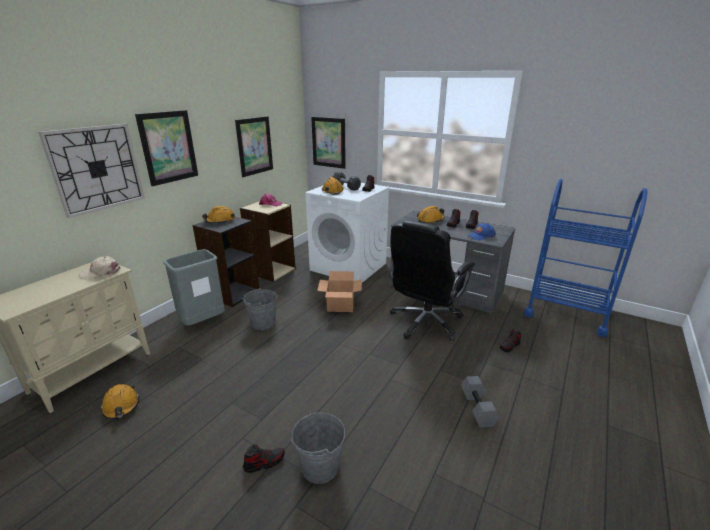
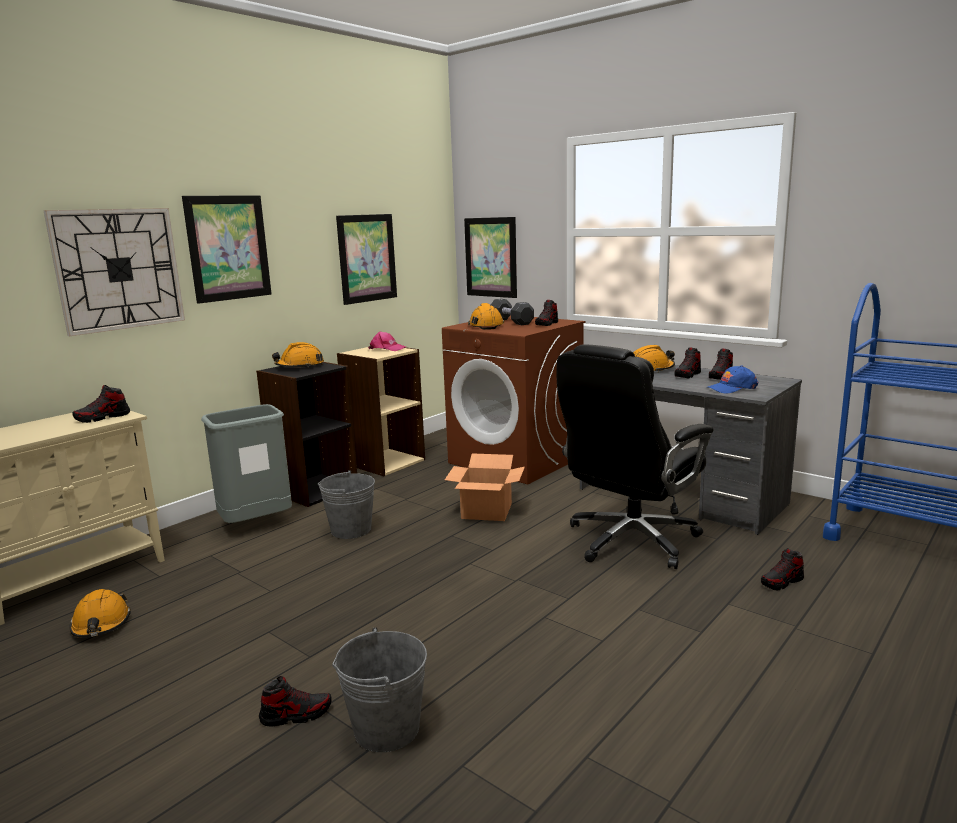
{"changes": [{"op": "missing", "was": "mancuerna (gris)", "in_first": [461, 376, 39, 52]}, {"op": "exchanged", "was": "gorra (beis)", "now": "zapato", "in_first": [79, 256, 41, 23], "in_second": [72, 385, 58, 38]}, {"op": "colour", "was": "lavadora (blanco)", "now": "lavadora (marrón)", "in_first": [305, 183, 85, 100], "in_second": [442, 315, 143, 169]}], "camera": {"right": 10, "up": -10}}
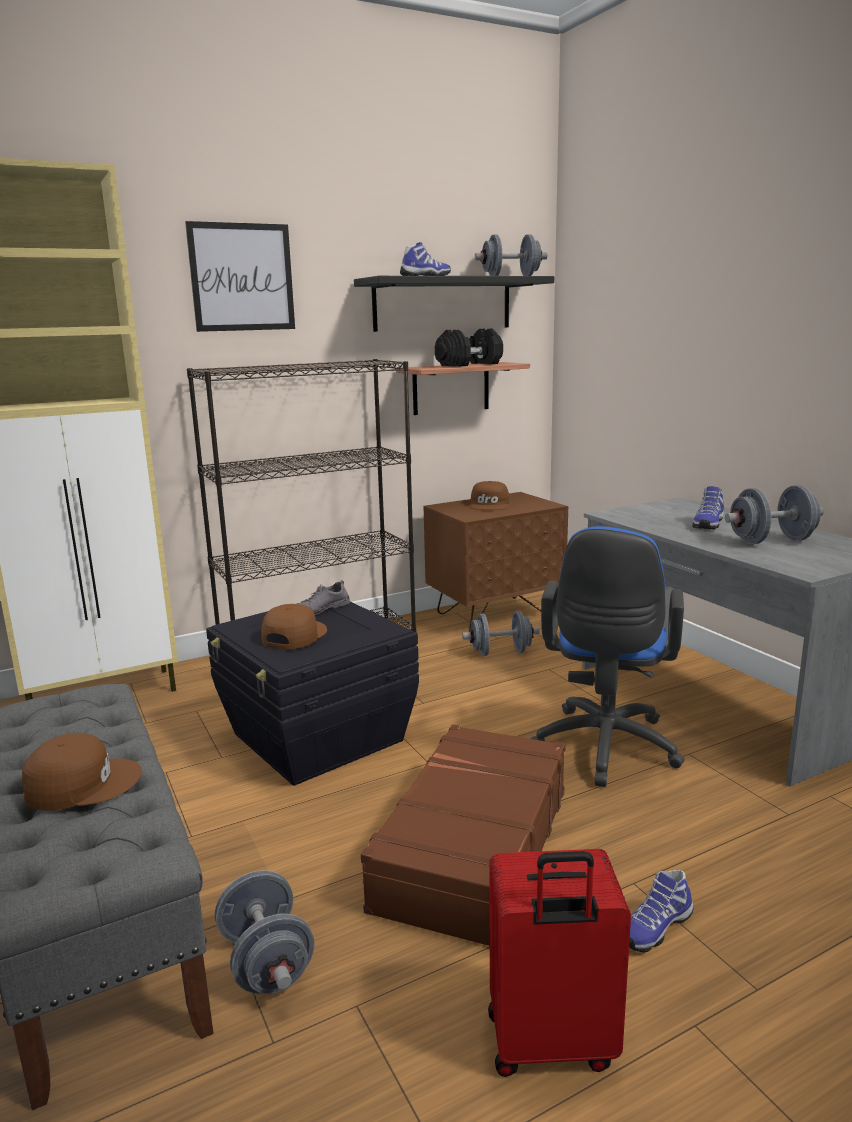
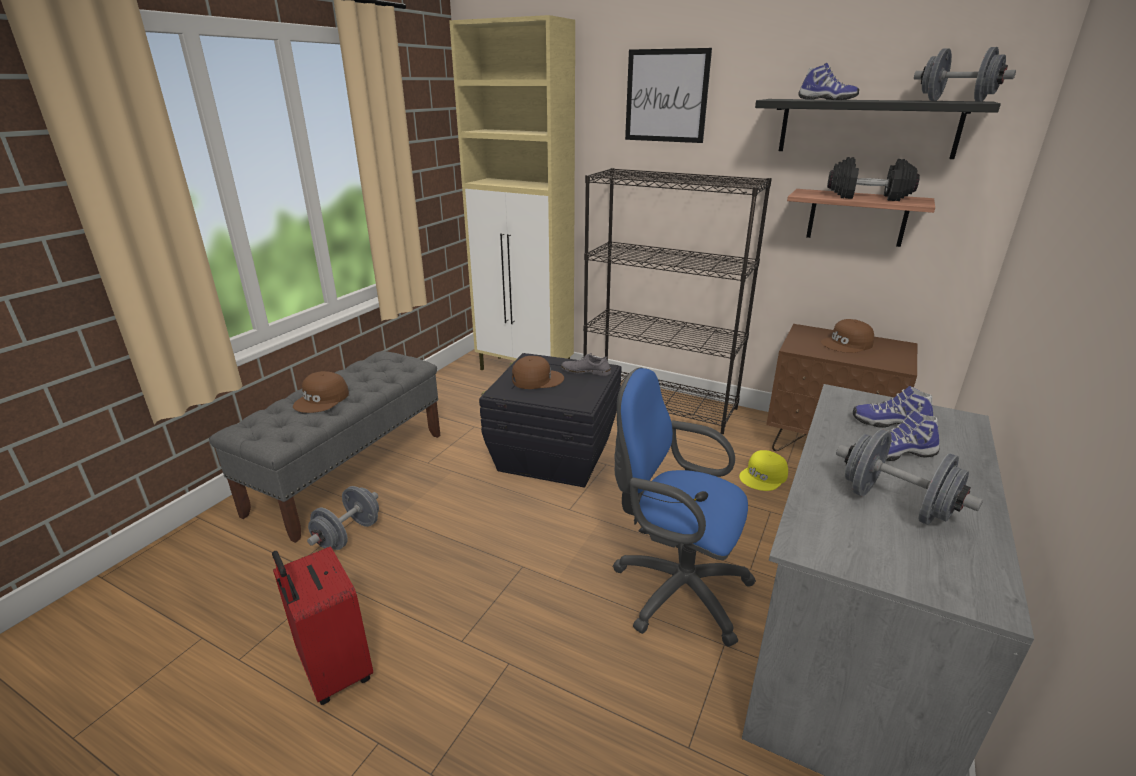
{"changes": [{"op": "missing", "was": "maleta (marrón)", "in_first": [361, 724, 205, 222]}, {"op": "relocated", "was": "zapato", "in_first": [629, 870, 64, 83], "in_second": [853, 386, 81, 42]}, {"op": "exchanged", "was": "mancuerna (gris)", "now": "gorra (amarillo)", "in_first": [462, 611, 78, 45], "in_second": [739, 450, 49, 41]}, {"op": "spun", "was": "gorra (marrón)", "in_first": [22, 733, 120, 78], "in_second": [293, 371, 56, 42], "clockwise": 75}, {"op": "spun", "was": "silla de oficina (azul)", "in_first": [530, 526, 155, 261], "in_second": [613, 367, 143, 280], "clockwise": 45}], "camera": {"right": 55, "up": 10}}
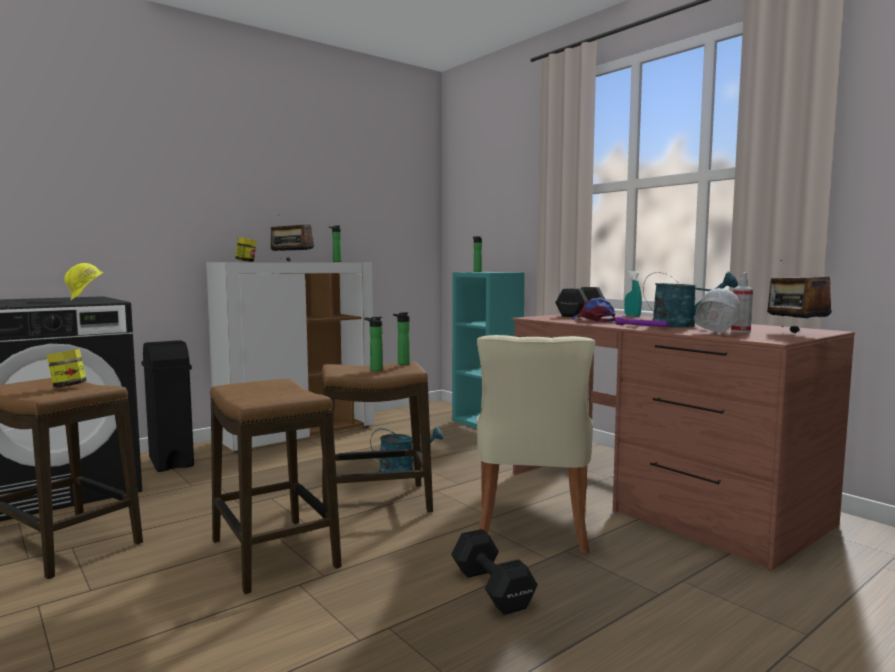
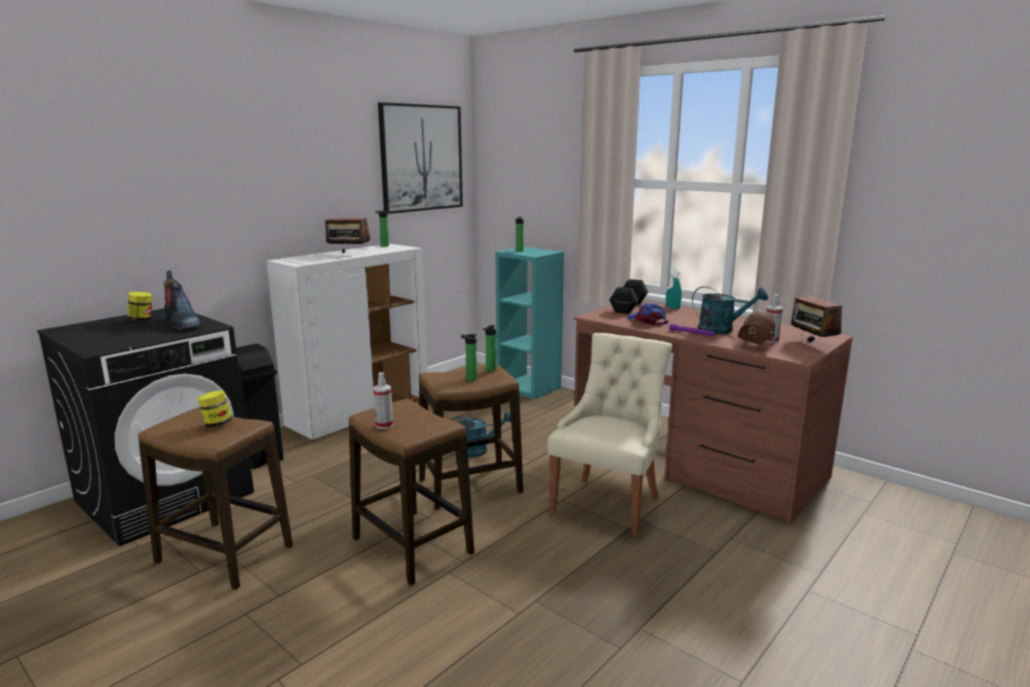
{"changes": [{"op": "missing", "was": "mancuerna (negro)", "in_first": [451, 529, 87, 86]}, {"op": "appeared", "now": "pulverizador", "in_second": [373, 372, 20, 57]}, {"op": "appeared", "now": "cuadro", "in_second": [378, 102, 85, 112]}, {"op": "relocated", "was": "tarro", "in_first": [235, 237, 22, 25], "in_second": [128, 291, 24, 30]}, {"op": "exchanged", "was": "casco (amarillo)", "now": "bota", "in_first": [64, 263, 40, 38], "in_second": [164, 271, 37, 59]}, {"op": "colour", "was": "casco (blanco)", "now": "casco (marrón)", "in_first": [694, 288, 46, 45], "in_second": [738, 312, 37, 33]}, {"op": "spun", "was": "silla (beis)", "in_first": [477, 335, 119, 219], "in_second": [548, 333, 124, 204], "clockwise": -150}], "camera": {"right": -10, "up": 10}}
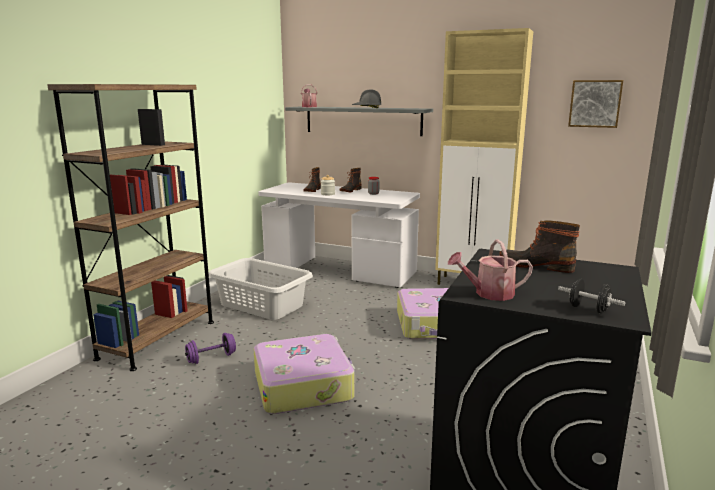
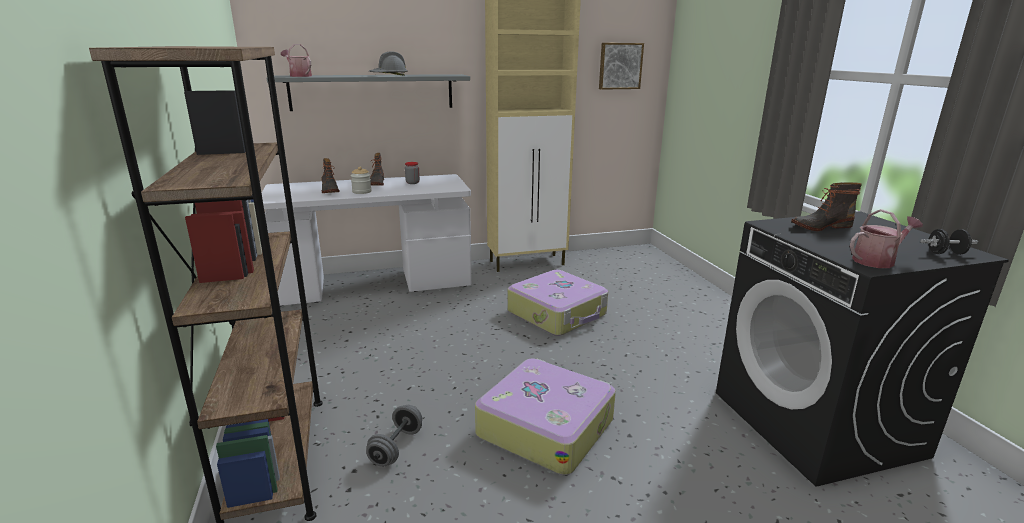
{"changes": [{"op": "missing", "was": "cesto de la ropa (gris)", "in_first": [209, 258, 104, 62]}, {"op": "colour", "was": "mancuerna (morado)", "now": "mancuerna (gris)", "in_first": [185, 333, 51, 31], "in_second": [366, 405, 56, 62]}, {"op": "spun", "was": "regadera", "in_first": [448, 239, 85, 62], "in_second": [850, 209, 73, 59], "clockwise": -150}], "camera": {"right": -40, "up": 5}}
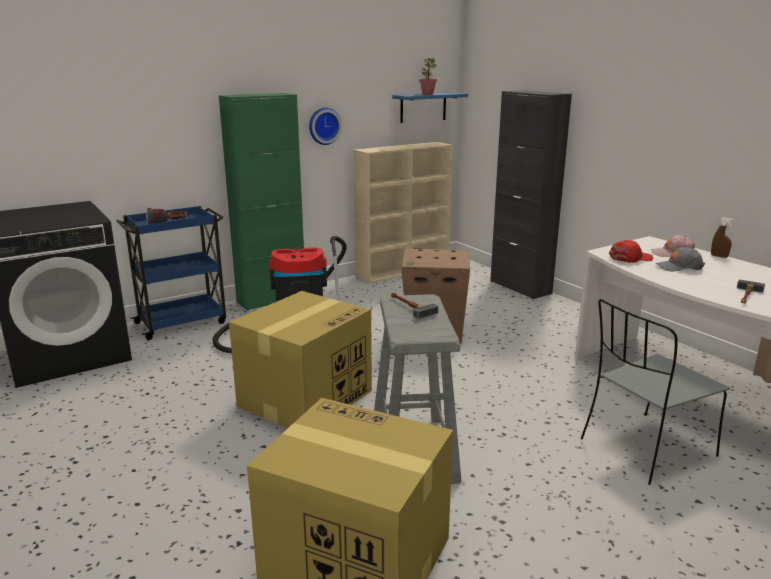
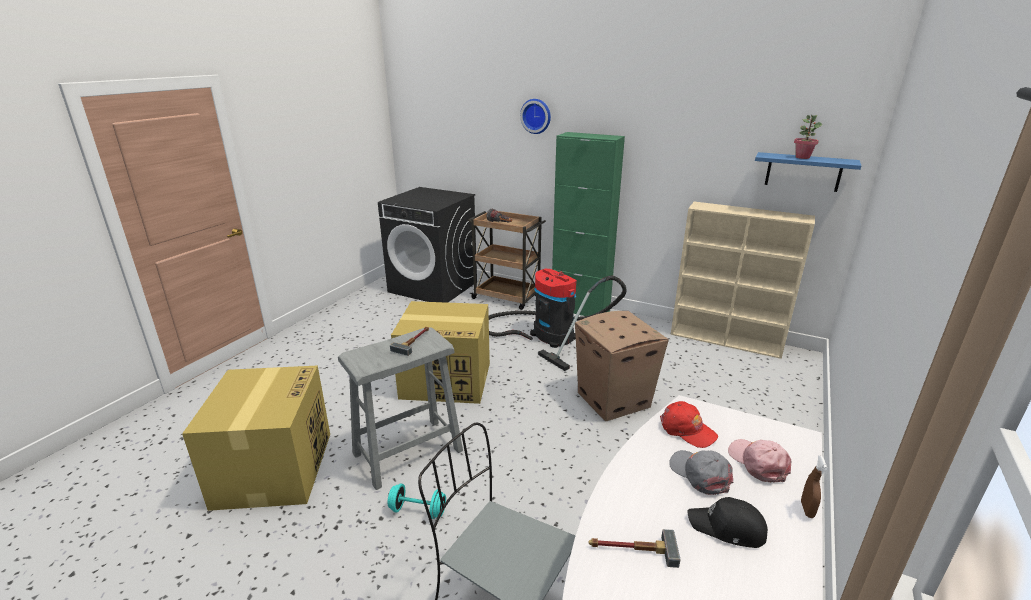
{"changes": [{"op": "missing", "was": "armario (negro)", "in_first": [490, 90, 82, 209]}, {"op": "appeared", "now": "mancuerna (turquesa)", "in_second": [387, 484, 59, 35]}, {"op": "appeared", "now": "gorra (negro)", "in_second": [687, 497, 81, 51]}, {"op": "relocated", "was": "reloj de pared", "in_first": [309, 107, 33, 38], "in_second": [520, 99, 31, 35]}, {"op": "colour", "was": "carrito (azul)", "now": "carrito (marrón)", "in_first": [116, 206, 110, 134], "in_second": [468, 211, 78, 99]}], "camera": {"right": 60, "up": 5}}
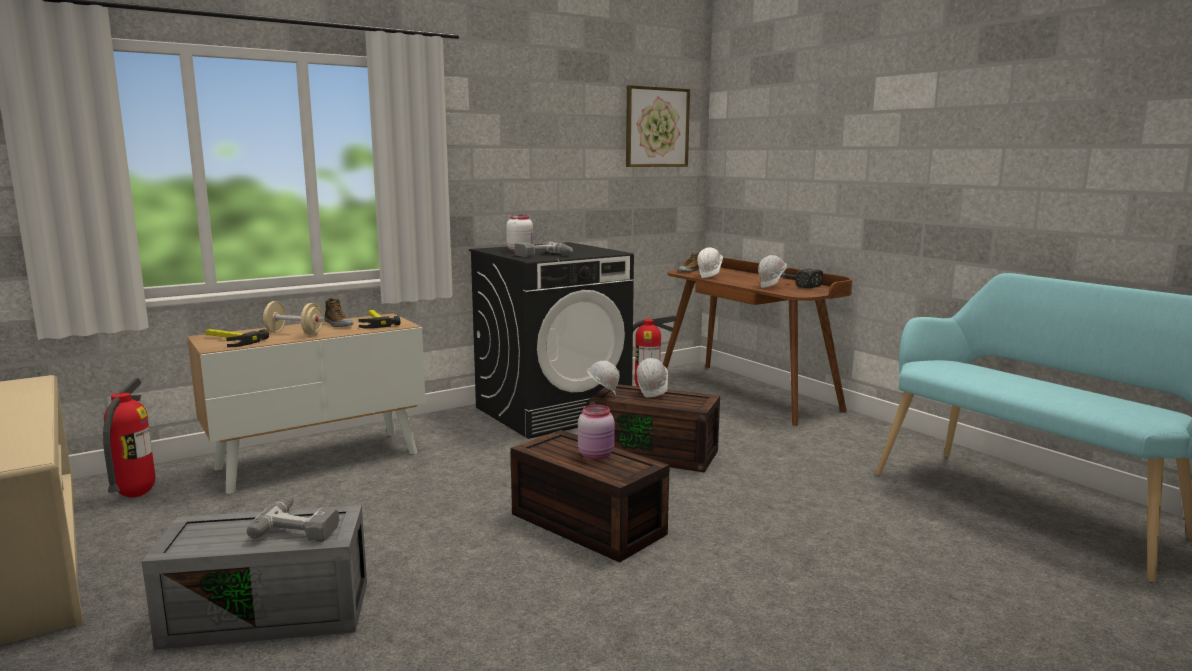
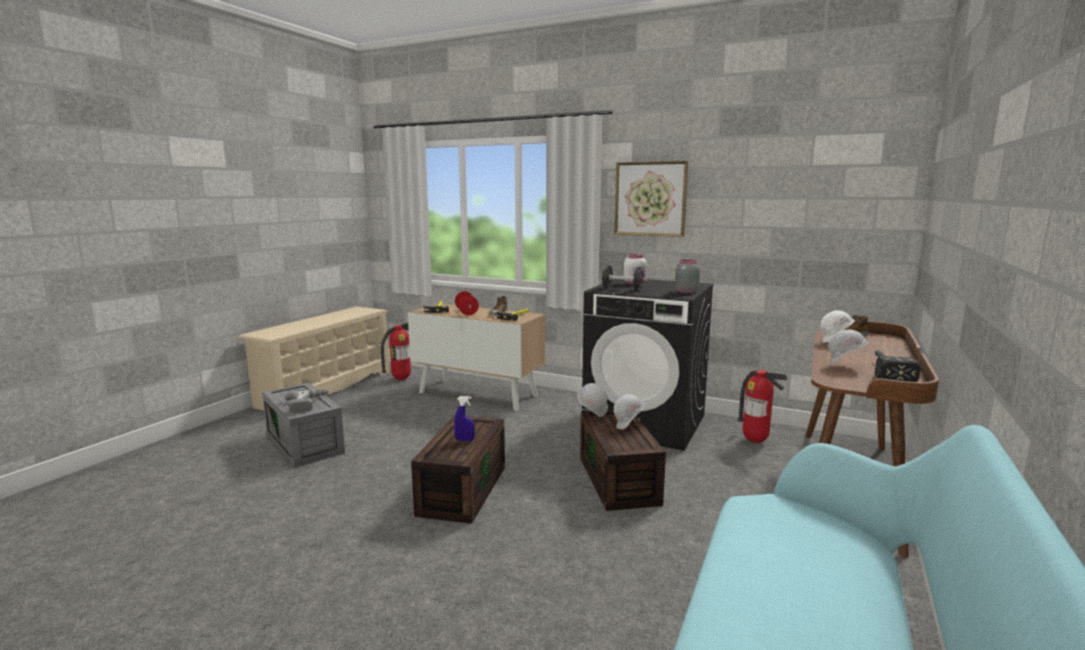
{"changes": [{"op": "appeared", "now": "tarro (gris)", "in_second": [675, 259, 25, 34]}, {"op": "relocated", "was": "cuadro", "in_first": [626, 85, 64, 82], "in_second": [614, 161, 74, 76]}, {"op": "exchanged", "was": "taladro", "now": "mancuerna (negro)", "in_first": [514, 241, 59, 16], "in_second": [599, 265, 49, 26]}, {"op": "exchanged", "was": "tarro (rosa)", "now": "pulverizador (azul)", "in_first": [578, 405, 37, 55], "in_second": [454, 396, 21, 45]}, {"op": "colour", "was": "mancuerna (beis)", "now": "mancuerna (rojo)", "in_first": [263, 301, 62, 34], "in_second": [455, 291, 24, 24]}], "camera": {"right": 60, "up": 0}}
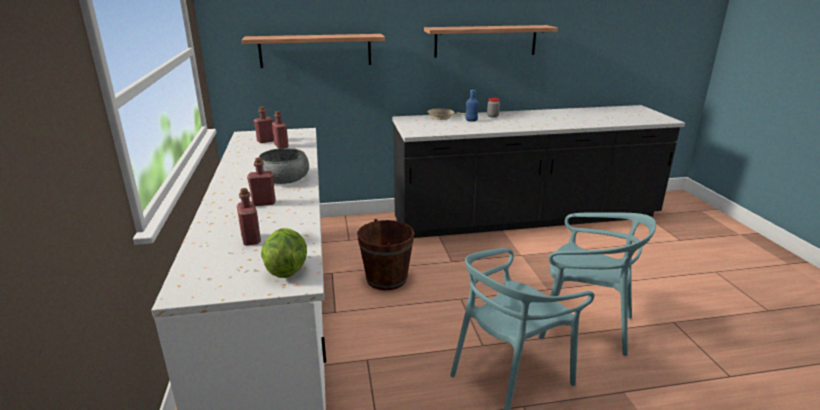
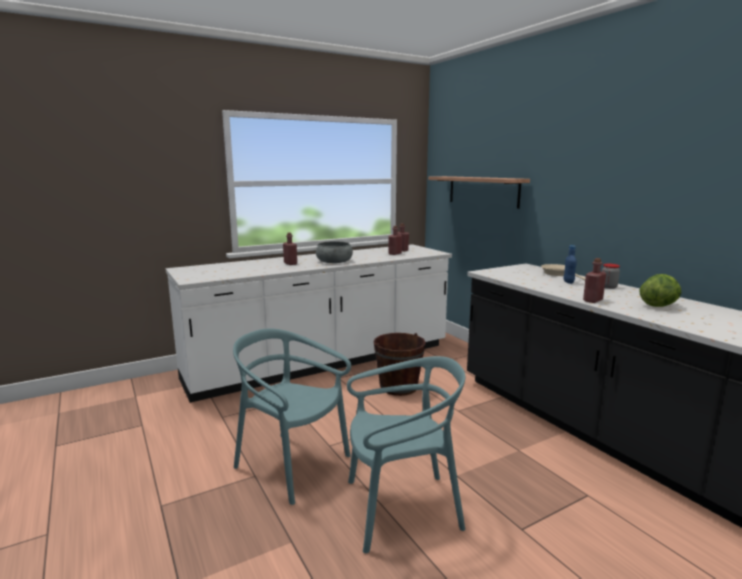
{"changes": [{"op": "missing", "was": "estante", "in_first": [424, 25, 134, 33]}, {"op": "relocated", "was": "botella (rojo)", "in_first": [237, 188, 24, 58], "in_second": [583, 258, 23, 45]}, {"op": "relocated", "was": "lechuga", "in_first": [261, 228, 46, 50], "in_second": [639, 274, 42, 33]}, {"op": "spun", "was": "silla (turquesa)", "in_first": [539, 212, 117, 144], "in_second": [347, 356, 118, 197], "clockwise": -105}], "camera": {"right": 70, "up": -10}}
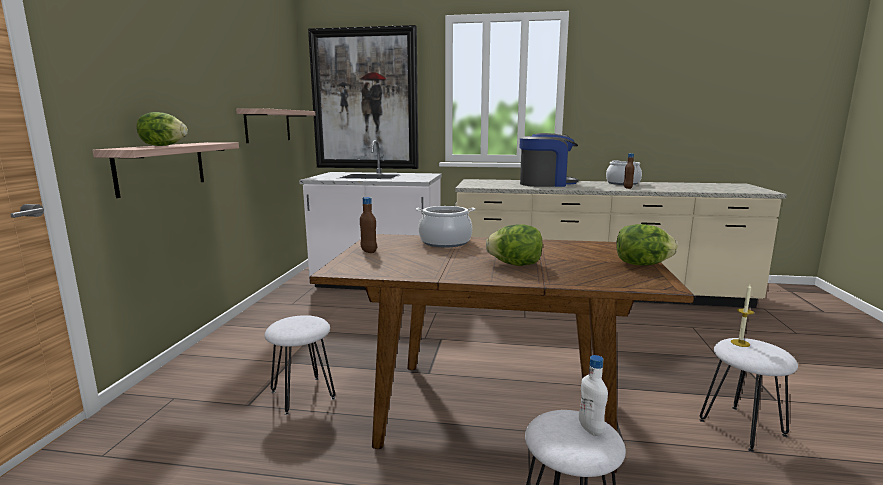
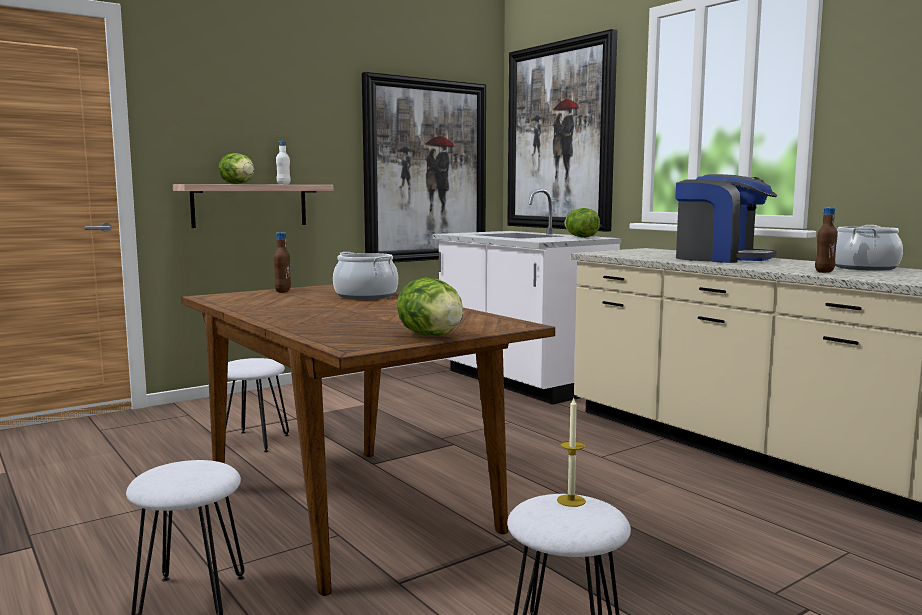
{"changes": [{"op": "relocated", "was": "lechuga", "in_first": [485, 224, 58, 42], "in_second": [565, 208, 35, 30]}, {"op": "relocated", "was": "botella (blanco)", "in_first": [579, 355, 29, 81], "in_second": [276, 141, 15, 44]}, {"op": "exchanged", "was": "estante", "now": "cuadro", "in_first": [236, 108, 80, 35], "in_second": [362, 72, 124, 191]}], "camera": {"right": 45, "up": -5}}
